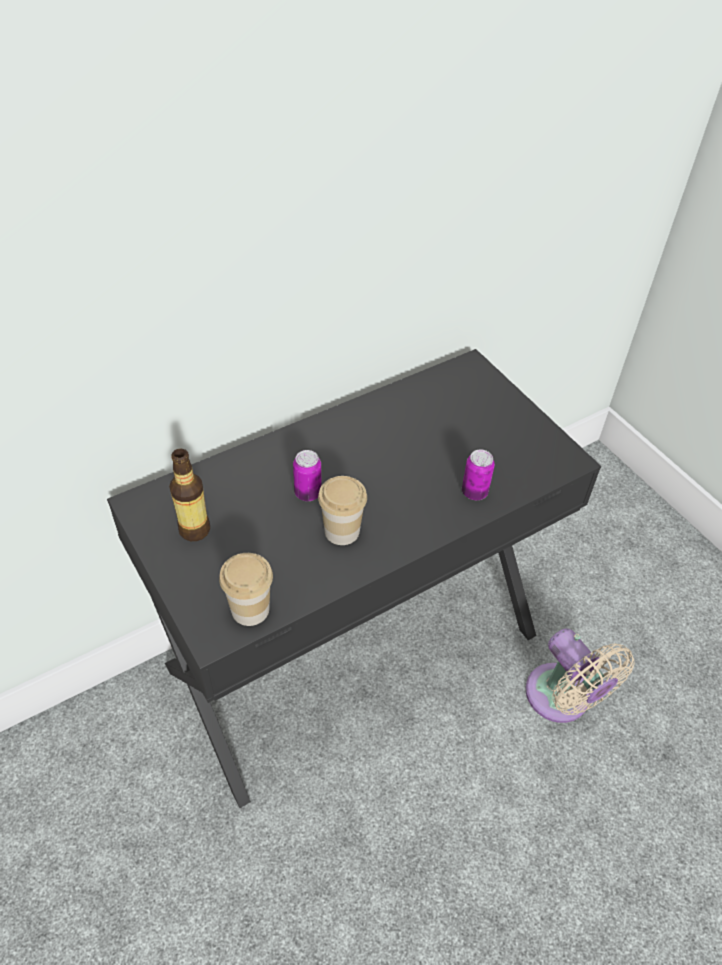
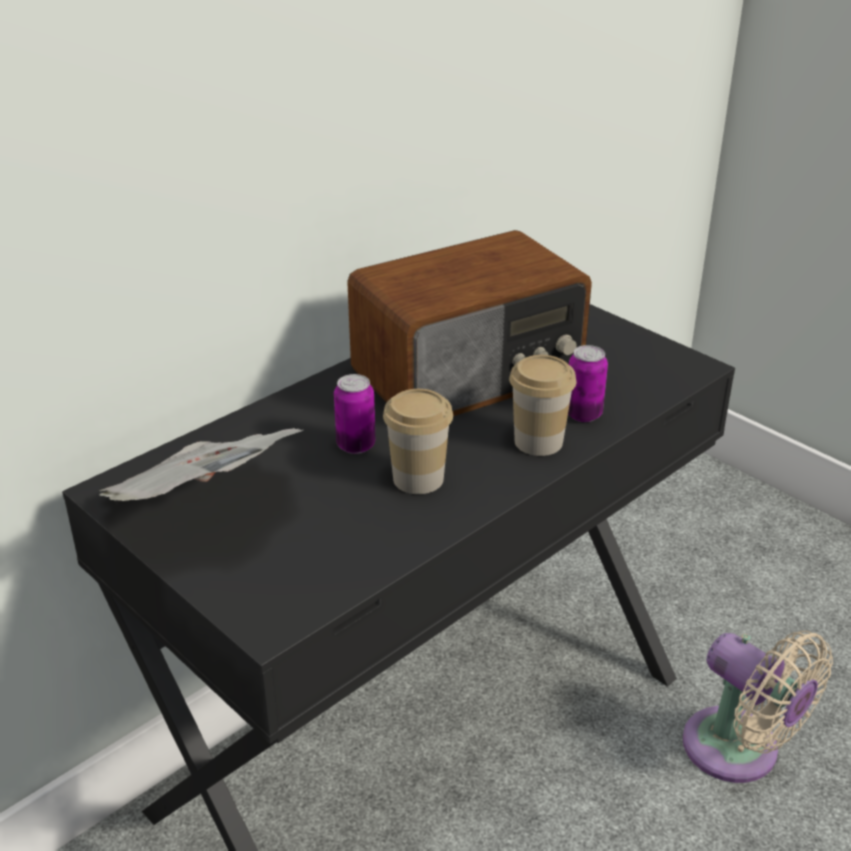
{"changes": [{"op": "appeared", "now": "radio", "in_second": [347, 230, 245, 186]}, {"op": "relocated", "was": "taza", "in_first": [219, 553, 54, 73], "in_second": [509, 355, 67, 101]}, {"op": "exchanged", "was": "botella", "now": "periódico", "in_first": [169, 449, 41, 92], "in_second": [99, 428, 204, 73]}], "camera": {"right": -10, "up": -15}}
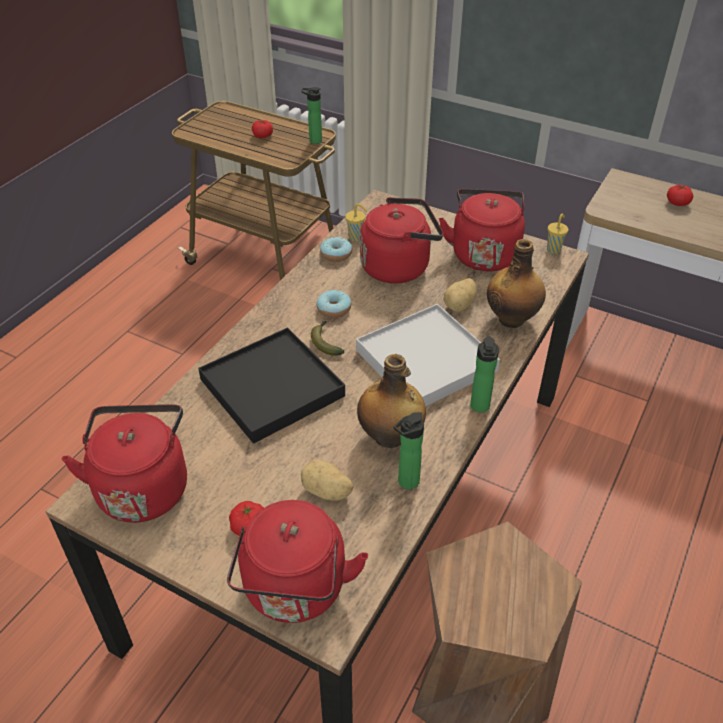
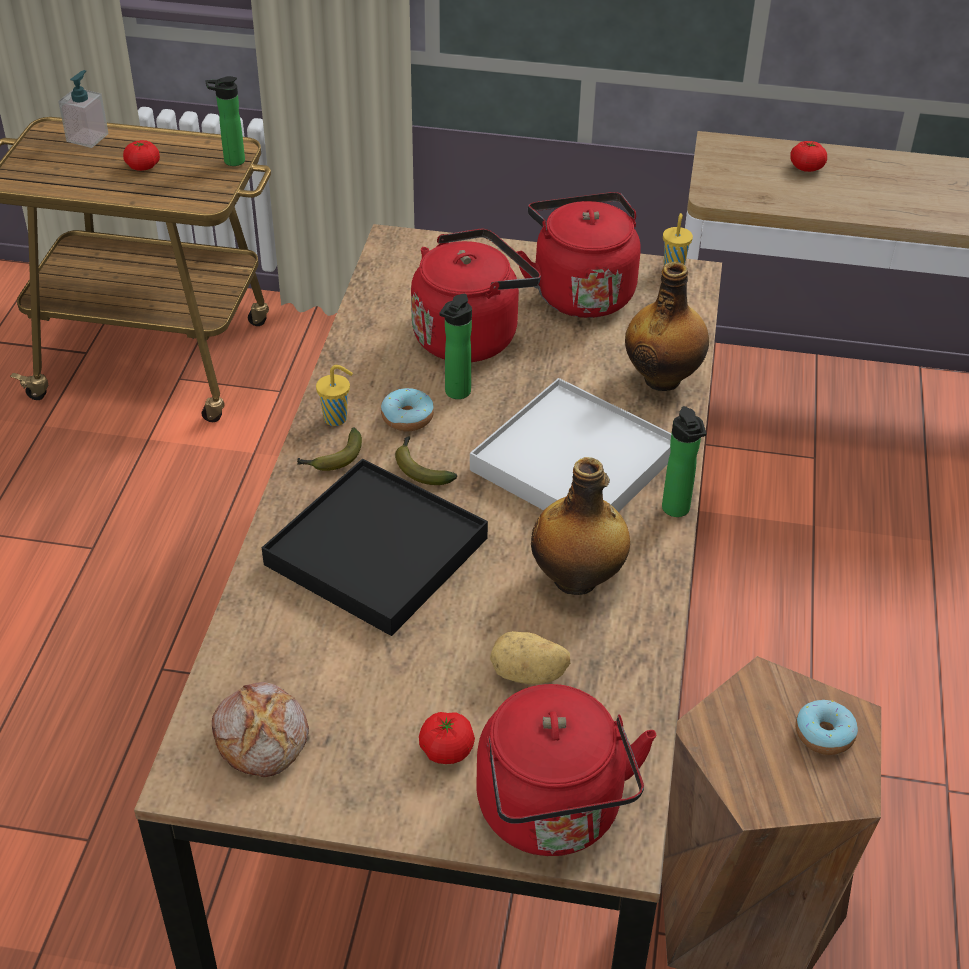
{"changes": [{"op": "missing", "was": "patata", "in_first": [444, 278, 33, 34]}, {"op": "appeared", "now": "dispensador de jabón", "in_second": [58, 70, 51, 78]}, {"op": "appeared", "now": "plátano", "in_second": [297, 428, 65, 43]}, {"op": "relocated", "was": "rosquilla", "in_first": [320, 237, 32, 25], "in_second": [795, 700, 63, 55]}, {"op": "relocated", "was": "taza (amarillo)", "in_first": [346, 203, 21, 39], "in_second": [316, 365, 37, 61]}, {"op": "relocated", "was": "botella", "in_first": [393, 412, 31, 77], "in_second": [439, 294, 33, 105]}, {"op": "exchanged", "was": "hervidor (rojo)", "now": "pan", "in_first": [62, 404, 125, 119], "in_second": [212, 682, 97, 95]}], "camera": {"right": -20, "up": 0}}
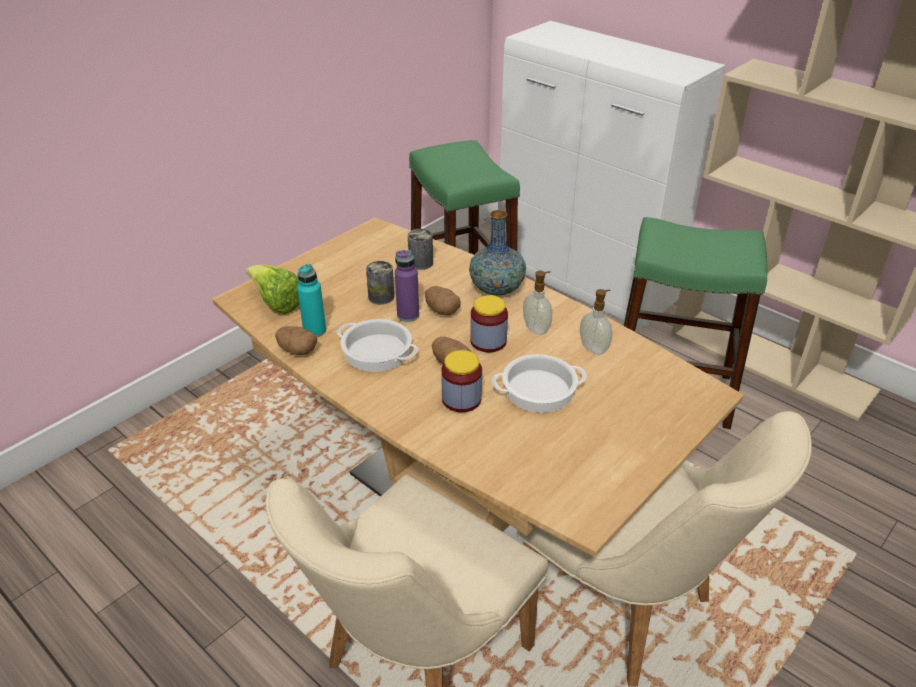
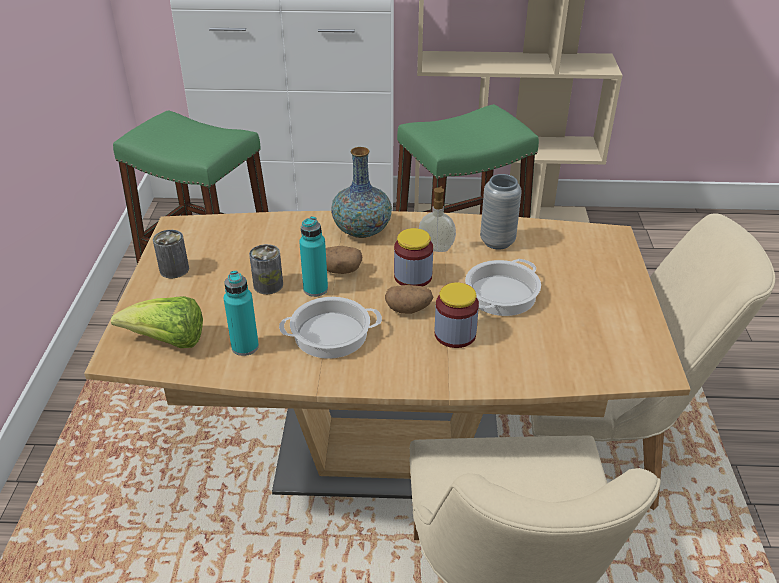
{"changes": [{"op": "missing", "was": "patata", "in_first": [275, 326, 42, 29]}, {"op": "relocated", "was": "lata", "in_first": [408, 229, 25, 41], "in_second": [153, 230, 36, 48]}, {"op": "exchanged", "was": "dispensador de jabón", "now": "florero (gris)", "in_first": [580, 289, 33, 66], "in_second": [480, 174, 42, 76]}, {"op": "colour", "was": "botella (morado)", "now": "botella (turquesa)", "in_first": [395, 250, 24, 72], "in_second": [299, 216, 29, 81]}], "camera": {"right": -40, "up": 0}}
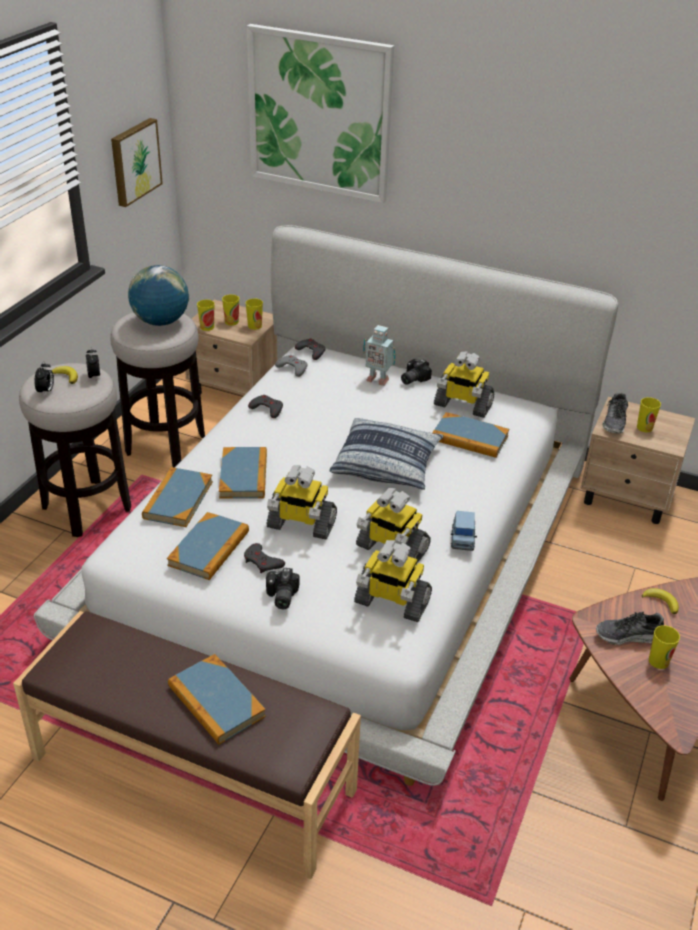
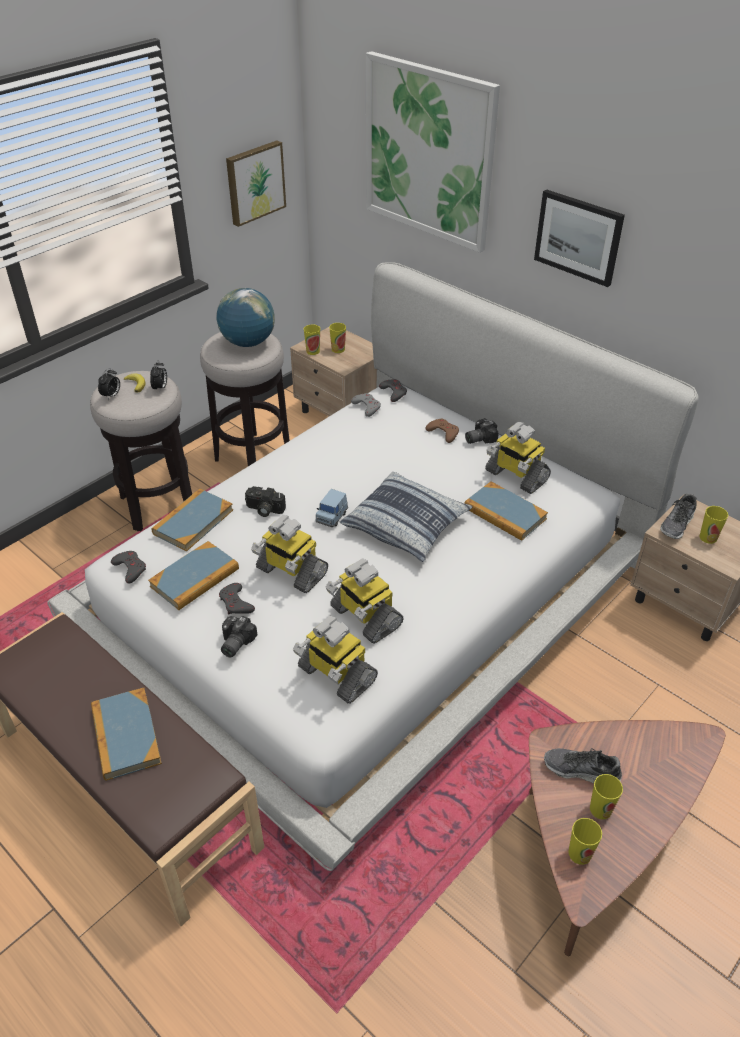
{"changes": [{"op": "missing", "was": "plátano", "in_first": [642, 588, 37, 26]}, {"op": "appeared", "now": "cuadro", "in_second": [534, 189, 91, 98]}, {"op": "relocated", "was": "taza", "in_first": [246, 299, 17, 31], "in_second": [568, 818, 34, 47]}, {"op": "relocated", "was": "mando de consola (gris)", "in_first": [248, 395, 35, 23], "in_second": [111, 551, 35, 33]}, {"op": "relocated", "was": "coche de juguete (azul)", "in_first": [451, 511, 26, 40], "in_second": [316, 489, 32, 38]}, {"op": "exchanged", "was": "libro", "now": "cámara", "in_first": [219, 447, 48, 51], "in_second": [245, 486, 41, 31]}, {"op": "exchanged", "was": "robot de juguete", "now": "mando de consola (marrón)", "in_first": [363, 325, 33, 61], "in_second": [425, 418, 34, 25]}], "camera": {"right": 20, "up": 5}}
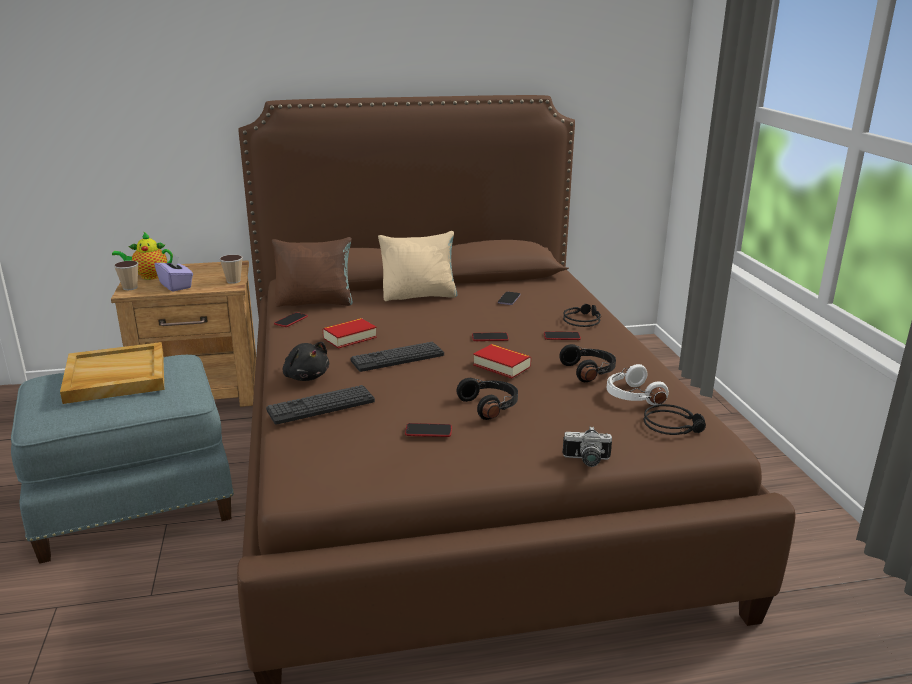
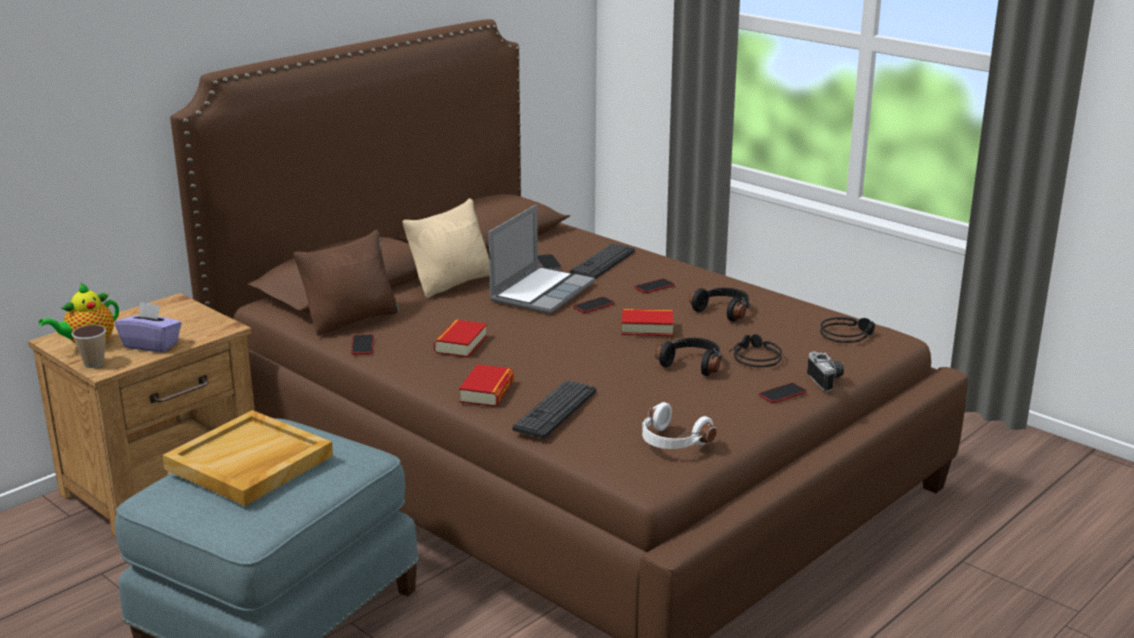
{"changes": [{"op": "missing", "was": "taza", "in_first": [219, 255, 24, 29]}, {"op": "appeared", "now": "portátil", "in_second": [489, 204, 106, 110]}, {"op": "relocated", "was": "teclado", "in_first": [351, 341, 93, 31], "in_second": [570, 243, 65, 36]}, {"op": "relocated", "was": "móvil", "in_first": [405, 423, 47, 14], "in_second": [759, 383, 48, 20]}, {"op": "relocated", "was": "auriculares (negro)", "in_first": [563, 304, 38, 23], "in_second": [730, 334, 52, 33]}, {"op": "relocated", "was": "auriculares (blanco)", "in_first": [607, 364, 62, 41], "in_second": [642, 402, 75, 47]}, {"op": "exchanged", "was": "peluche (negro)", "now": "libro", "in_first": [283, 342, 46, 39], "in_second": [459, 364, 55, 43]}, {"op": "spun", "was": "cámara", "in_first": [562, 427, 50, 40], "in_second": [807, 352, 37, 39], "clockwise": -75}], "camera": {"right": -35, "up": 0}}
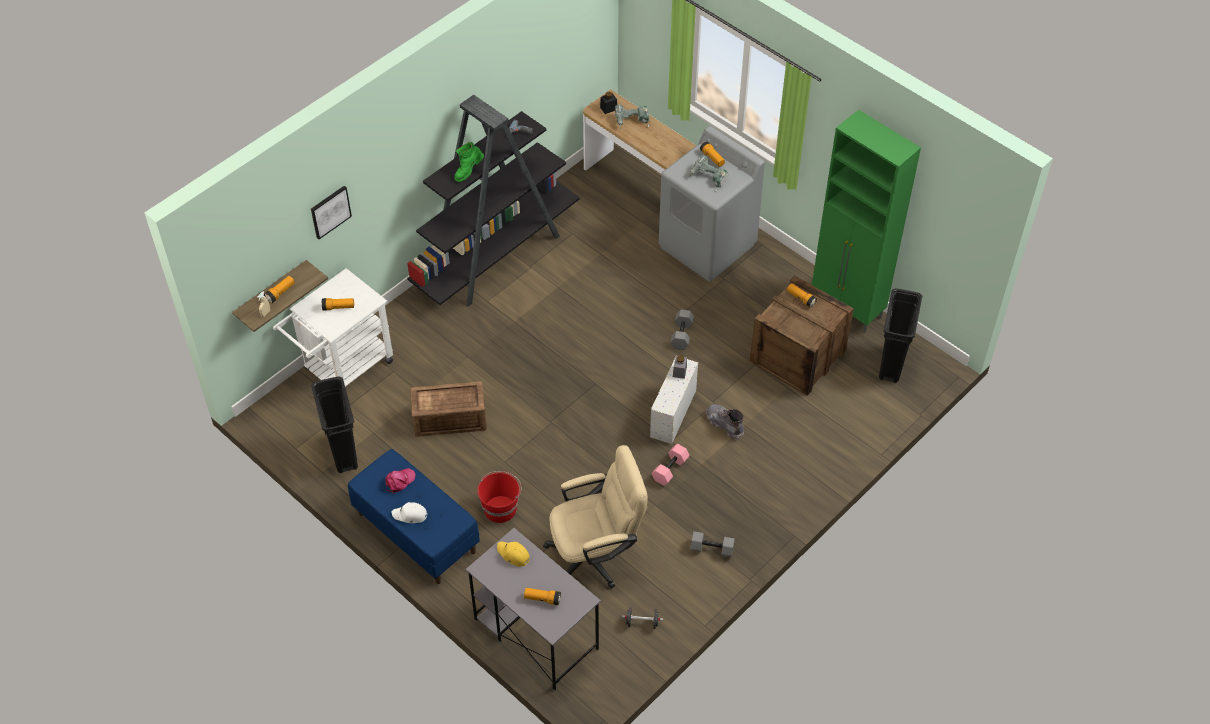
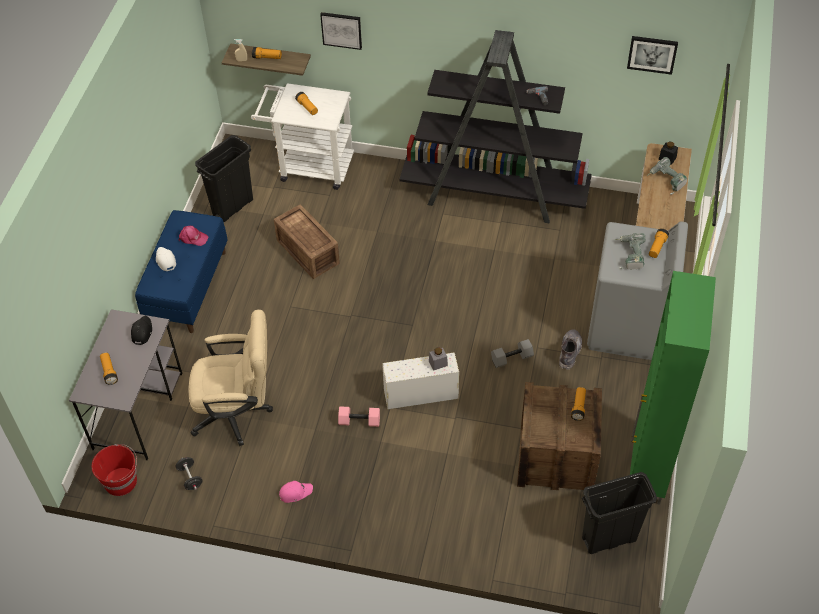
{"changes": [{"op": "missing", "was": "bota (verde)", "in_first": [455, 142, 29, 40]}, {"op": "appeared", "now": "cuadro", "in_second": [627, 36, 51, 39]}, {"op": "relocated", "was": "cubo (rojo)", "in_first": [477, 471, 44, 52], "in_second": [92, 444, 45, 52]}, {"op": "relocated", "was": "bota (gris)", "in_first": [706, 404, 38, 36], "in_second": [559, 329, 23, 41]}, {"op": "exchanged", "was": "mancuerna (gris)", "now": "gorra (rosa)", "in_first": [690, 531, 45, 26], "in_second": [279, 481, 34, 22]}, {"op": "colour", "was": "gorra (amarillo)", "now": "gorra (negro)", "in_first": [497, 542, 33, 25], "in_second": [131, 315, 21, 30]}, {"op": "spun", "was": "silla de oficina (beis)", "in_first": [543, 445, 105, 143], "in_second": [189, 309, 84, 137], "clockwise": -45}], "camera": {"right": 60, "up": 0}}
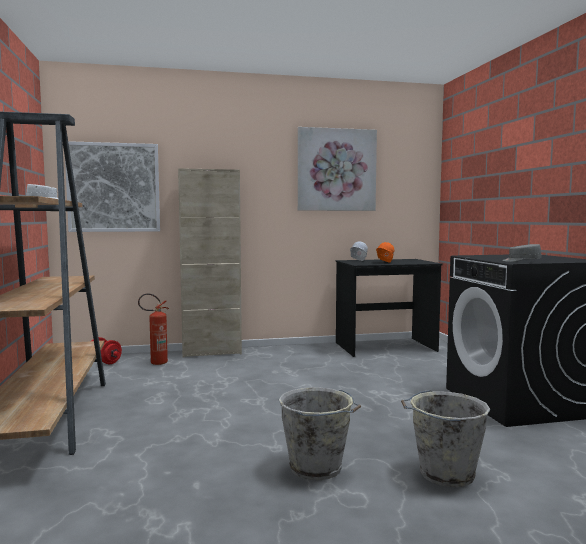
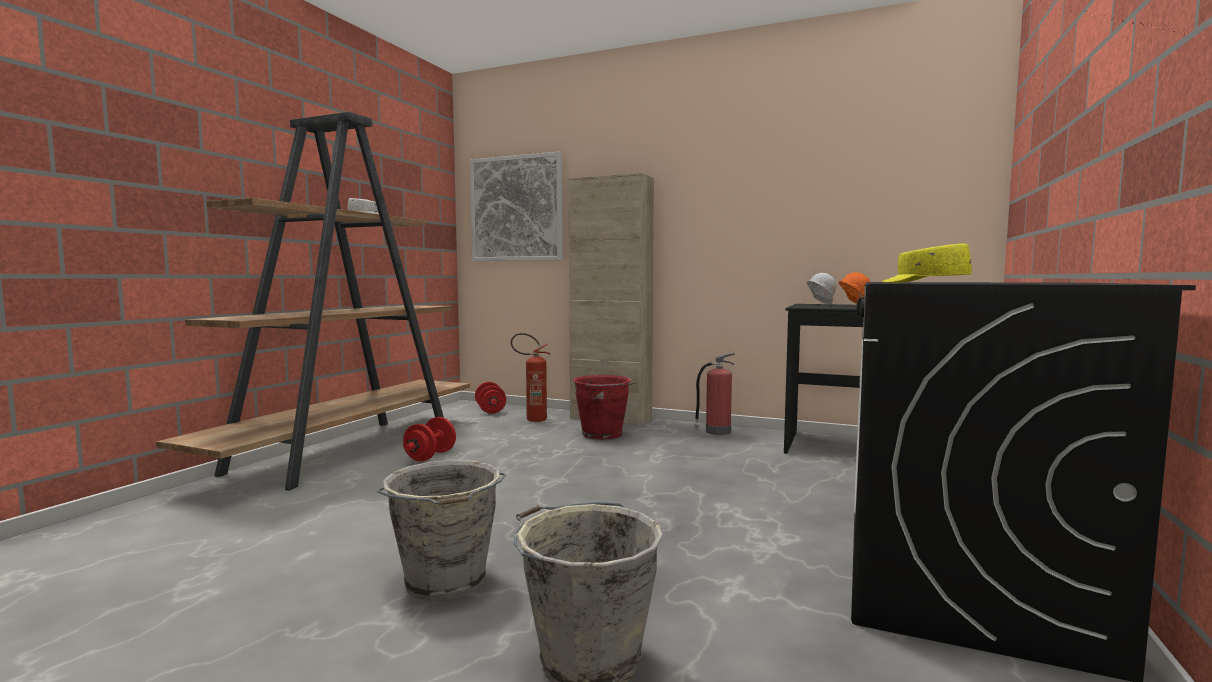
{"changes": [{"op": "missing", "was": "cuadro", "in_first": [298, 127, 79, 84]}, {"op": "appeared", "now": "mancuerna (rojo)", "in_second": [403, 417, 53, 45]}, {"op": "appeared", "now": "cubo (rojo)", "in_second": [573, 375, 63, 65]}, {"op": "appeared", "now": "extintor", "in_second": [694, 353, 41, 82]}, {"op": "colour", "was": "gorra (gris)", "now": "gorra (amarillo)", "in_first": [502, 244, 40, 18], "in_second": [882, 244, 90, 39]}], "camera": {"right": 35, "up": 0}}
